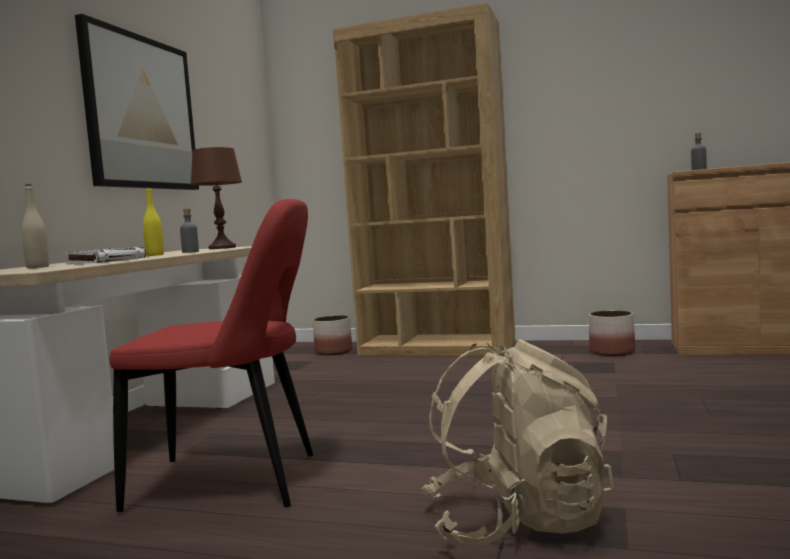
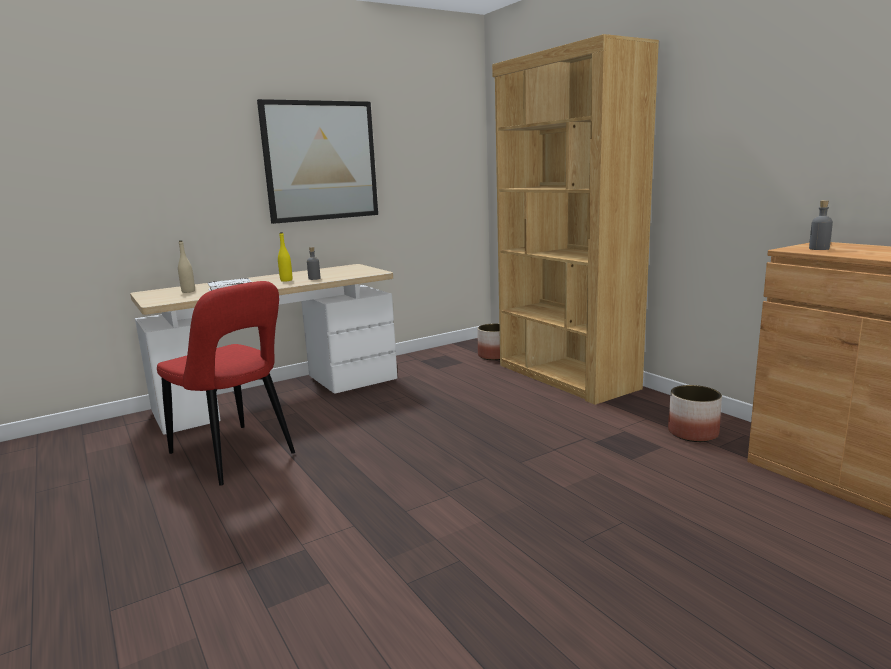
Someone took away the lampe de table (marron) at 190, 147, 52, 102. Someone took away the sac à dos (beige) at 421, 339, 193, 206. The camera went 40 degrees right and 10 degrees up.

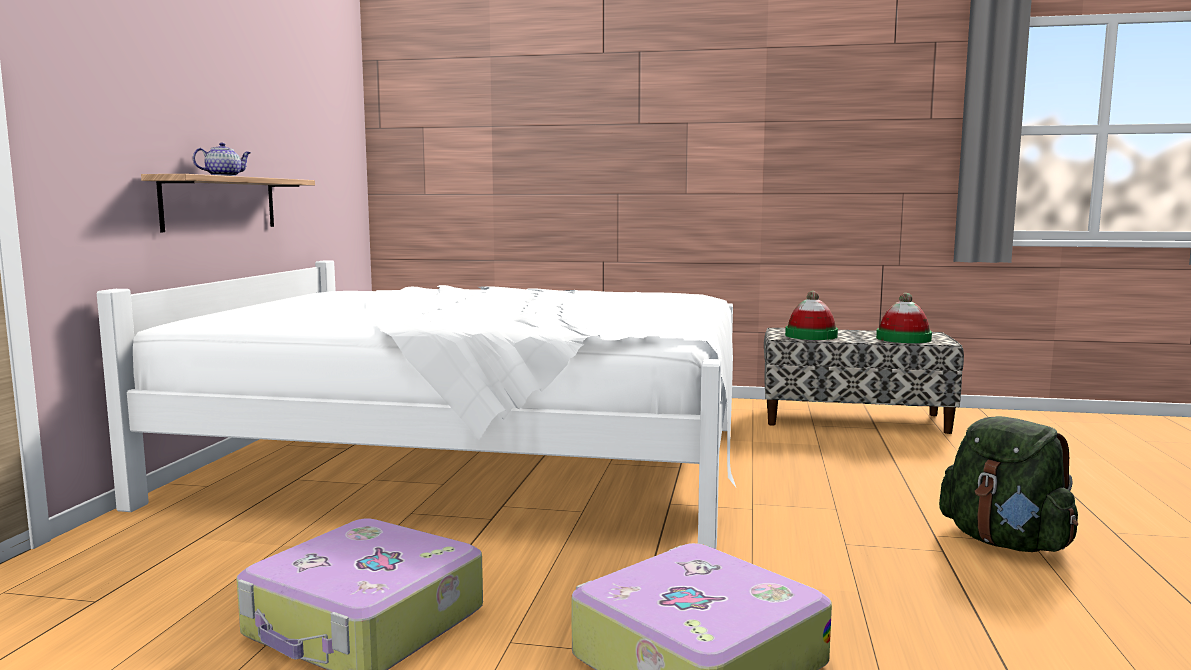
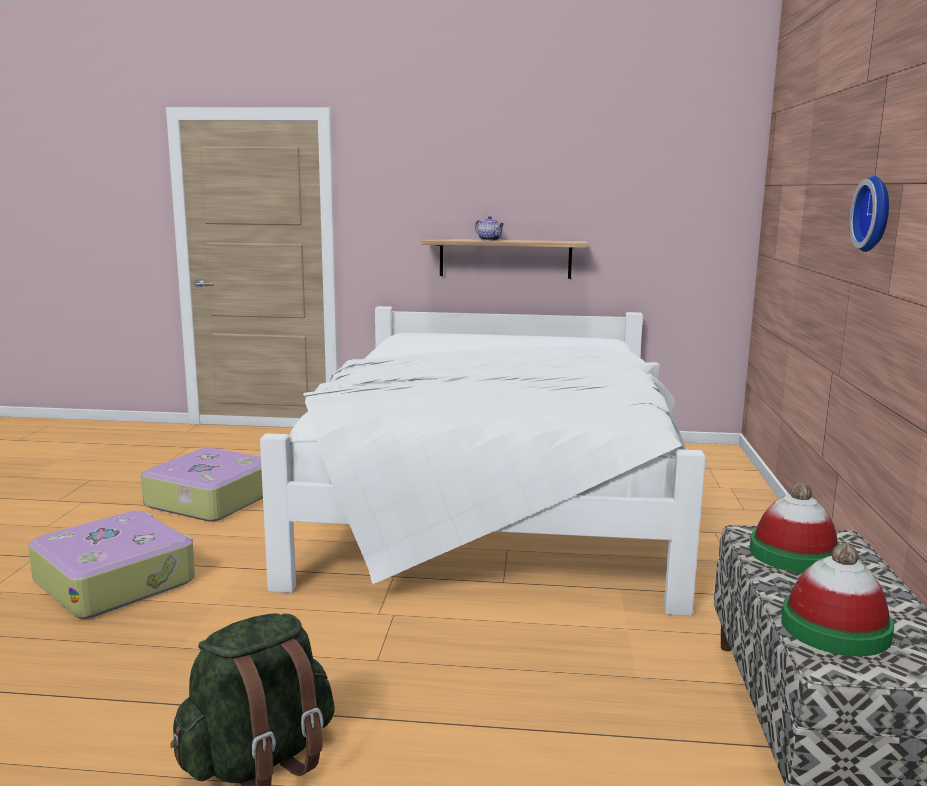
Someone put up the horloge murale at 849, 175, 40, 77. The camera went 85 degrees right and 5 degrees up.

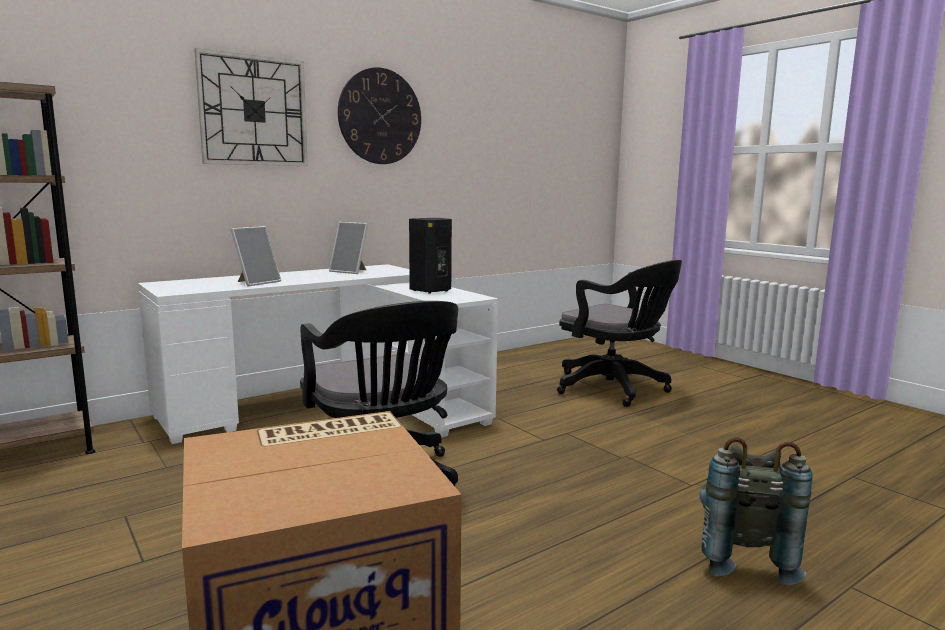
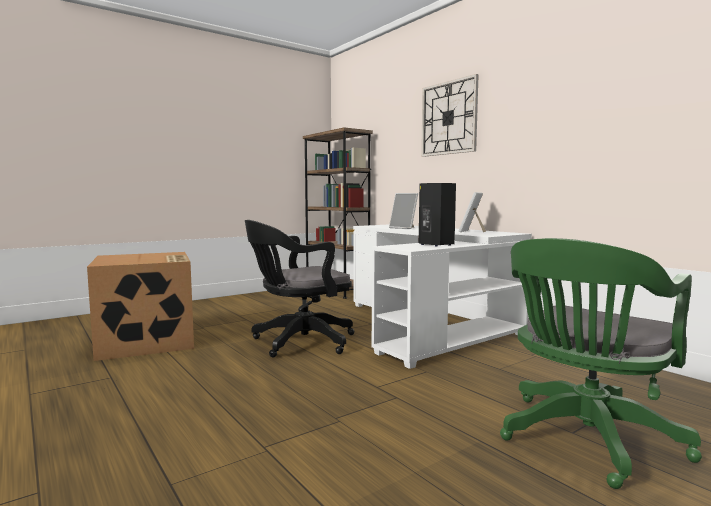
Someone repainted the chaise de bureau (noir) at 557, 260, 125, 147, which became the chaise de bureau (vert) at 500, 238, 202, 251. Someone took away the horloge murale at 338, 67, 83, 97. Someone took away the sac à dos (gris) at 700, 437, 112, 148. The camera went 90 degrees right and 5 degrees down.

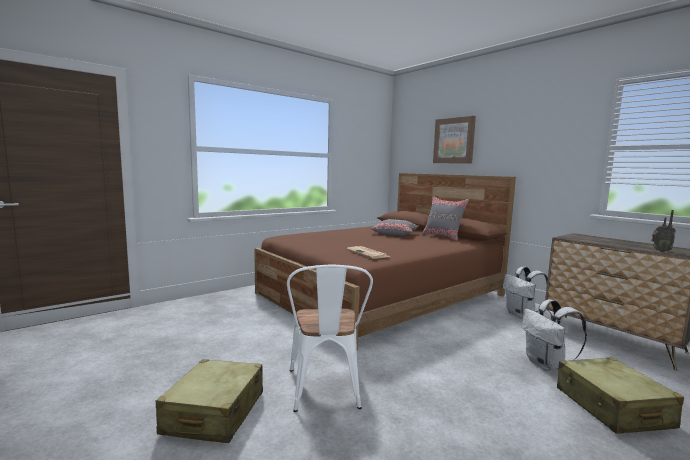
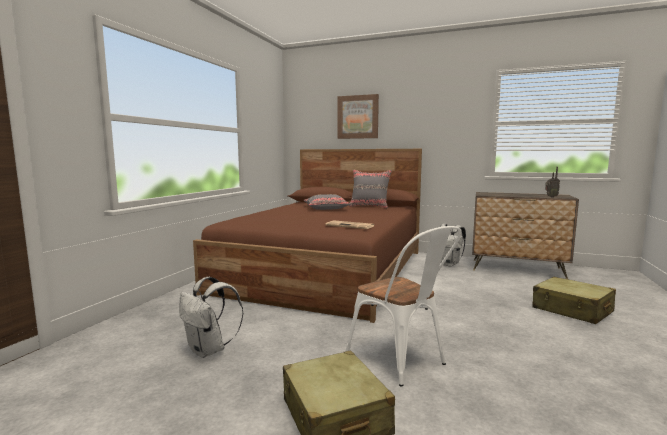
Someone carried the sac à dos (blanc) from 521, 299, 66, 72 to 179, 277, 64, 81. The camera went 30 degrees left and 0 degrees up.

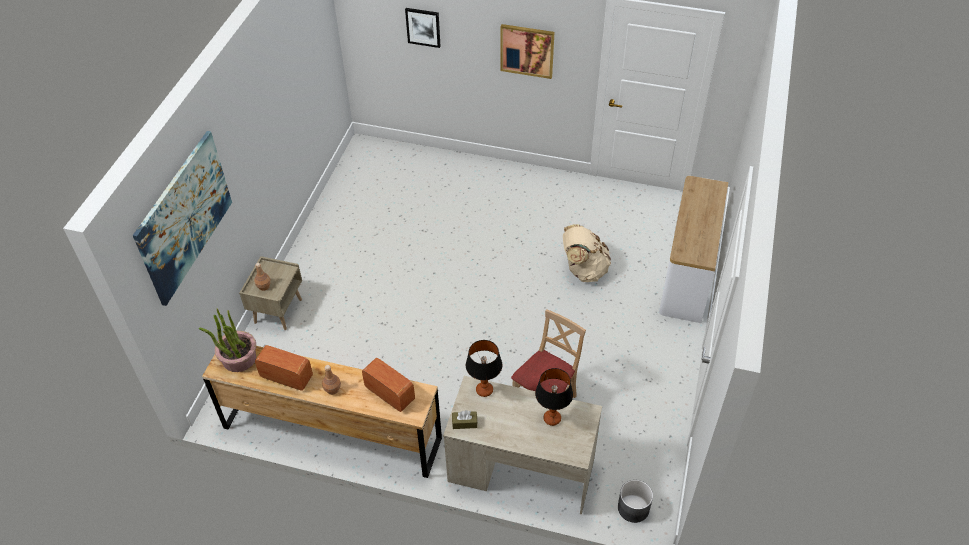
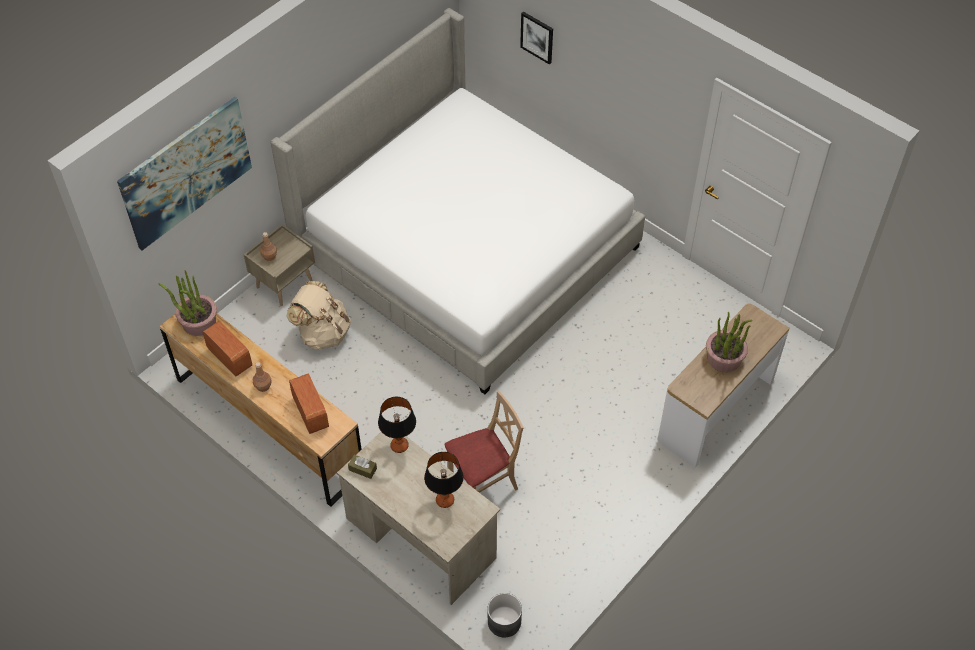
Someone put down the lit at 271, 8, 374, 386. Someone carried the sac à dos (beige) from 563, 224, 48, 58 to 287, 281, 64, 69. Someone put down the plante en pot at 706, 311, 46, 61. Someone took away the tableau at 500, 24, 54, 55. The camera went 25 degrees right and 5 degrees up.

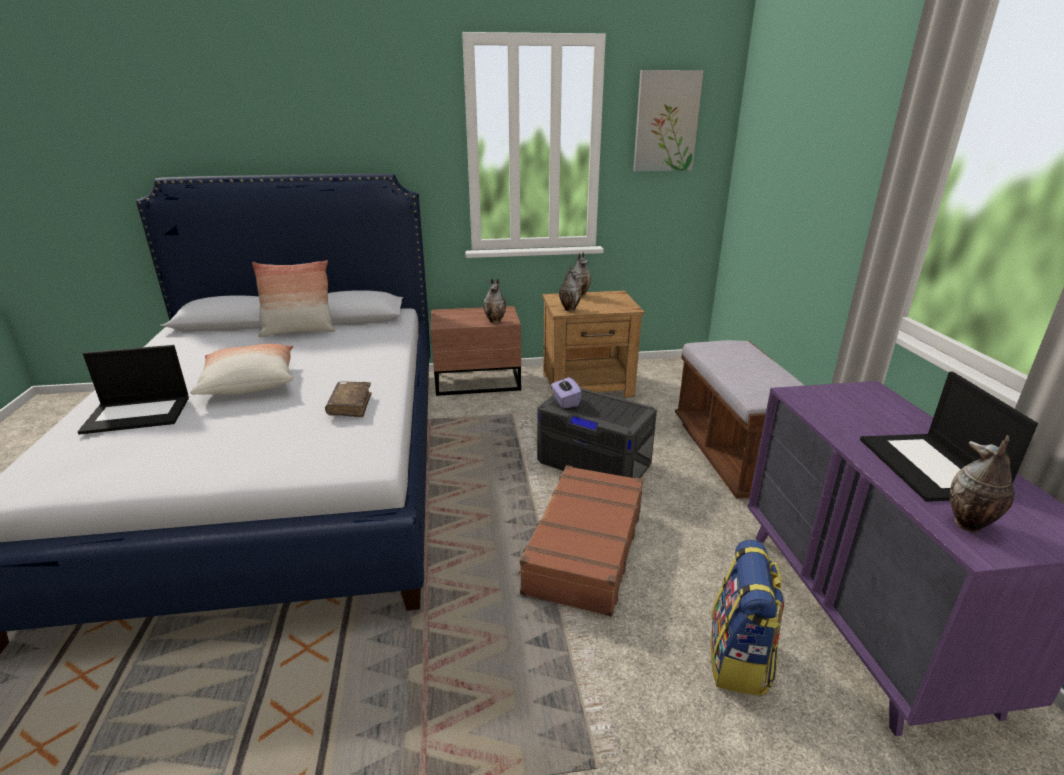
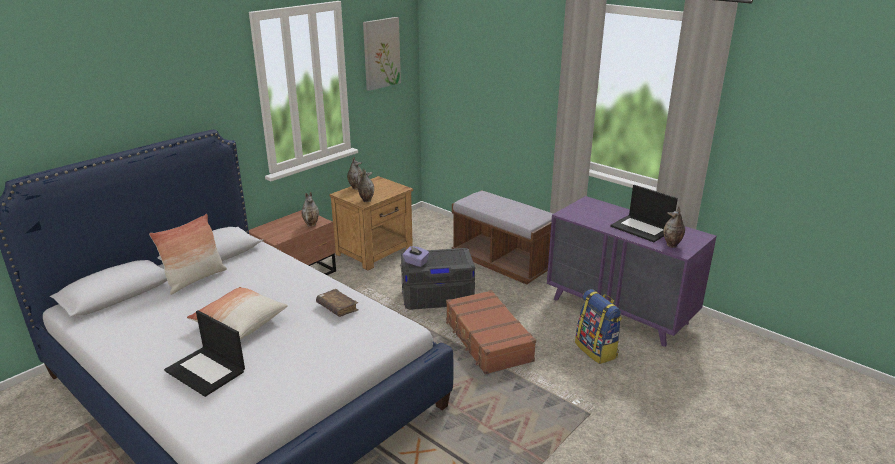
Someone rotated the ordinateur portable at 78, 345, 111, 89 by 90 degrees clockwise. The camera went 40 degrees left and 0 degrees up.

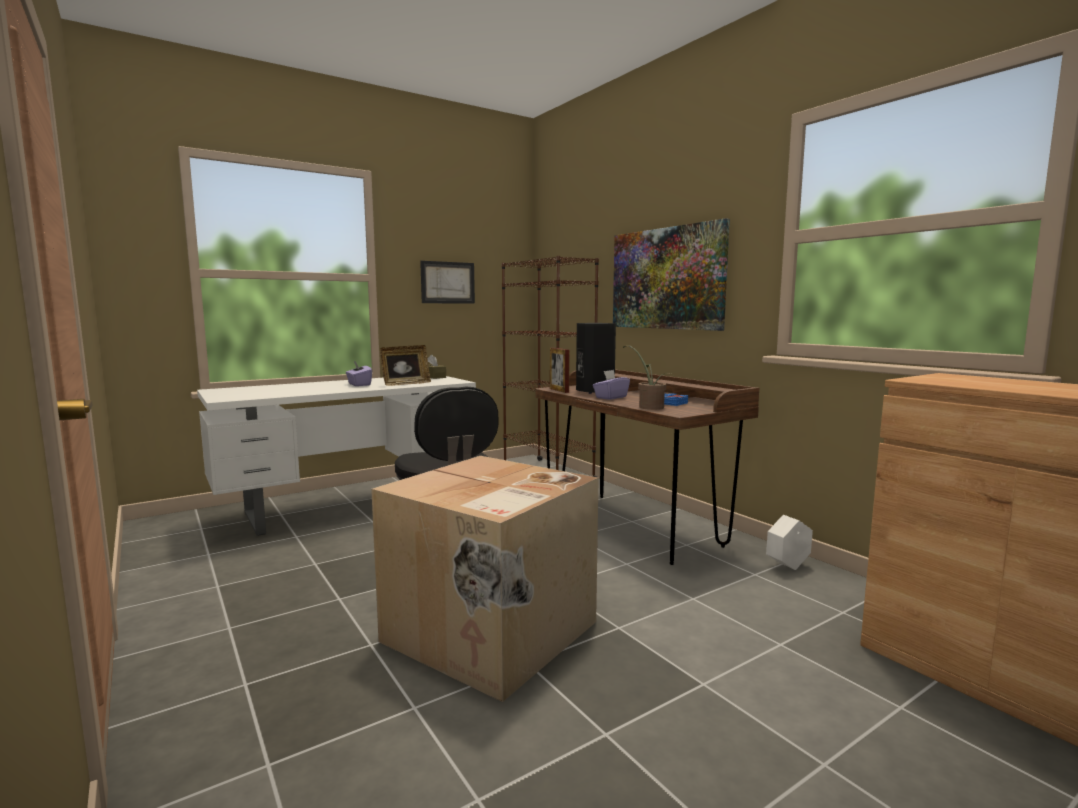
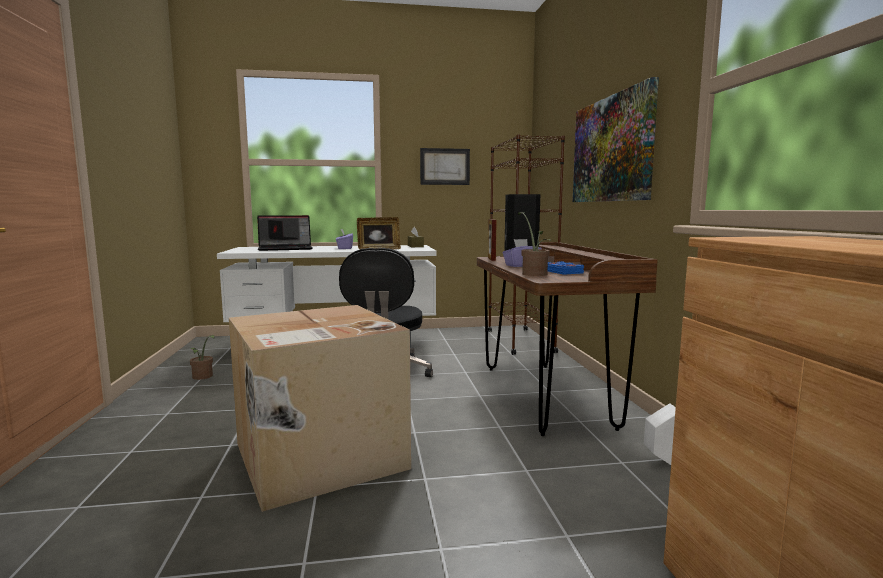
Someone put down the plante en pot at 189, 335, 26, 45. Someone put down the ordinateur portable at 257, 215, 55, 36. The camera went 25 degrees right and 0 degrees up.

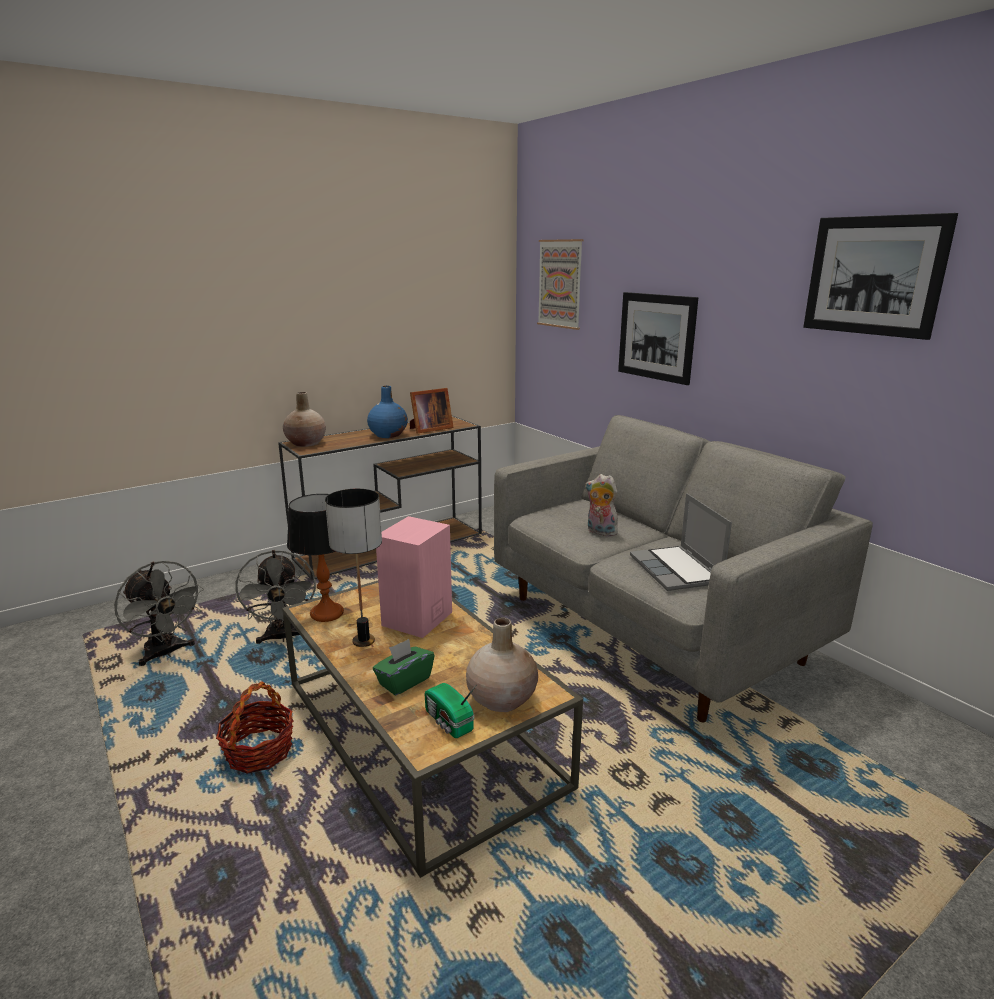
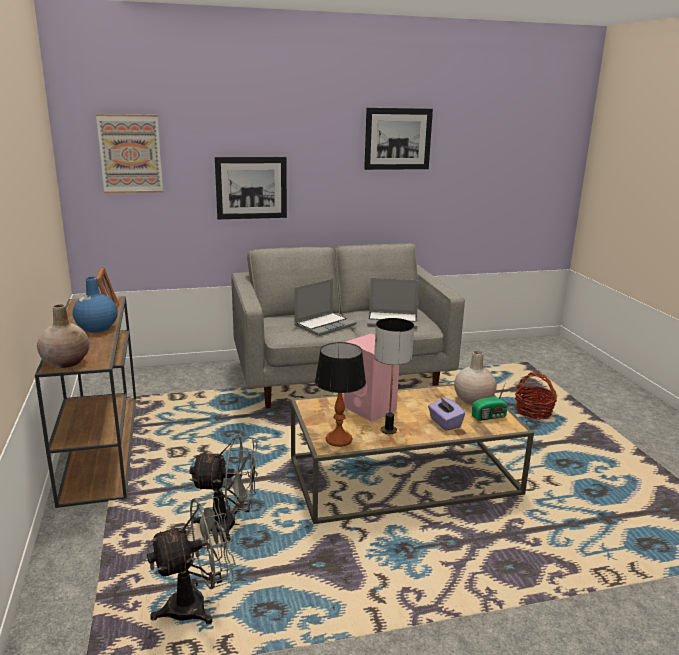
Someone swapped the peluche at 585, 474, 33, 62 for the ordinateur portable at 294, 279, 62, 57. Someone repainted the boîte à mouchoirs (vert) at 373, 639, 62, 57, which became the boîte à mouchoirs (violet) at 428, 396, 37, 35. Someone carried the panier from 216, 681, 78, 93 to 515, 372, 42, 48. The camera went 70 degrees left and 0 degrees up.

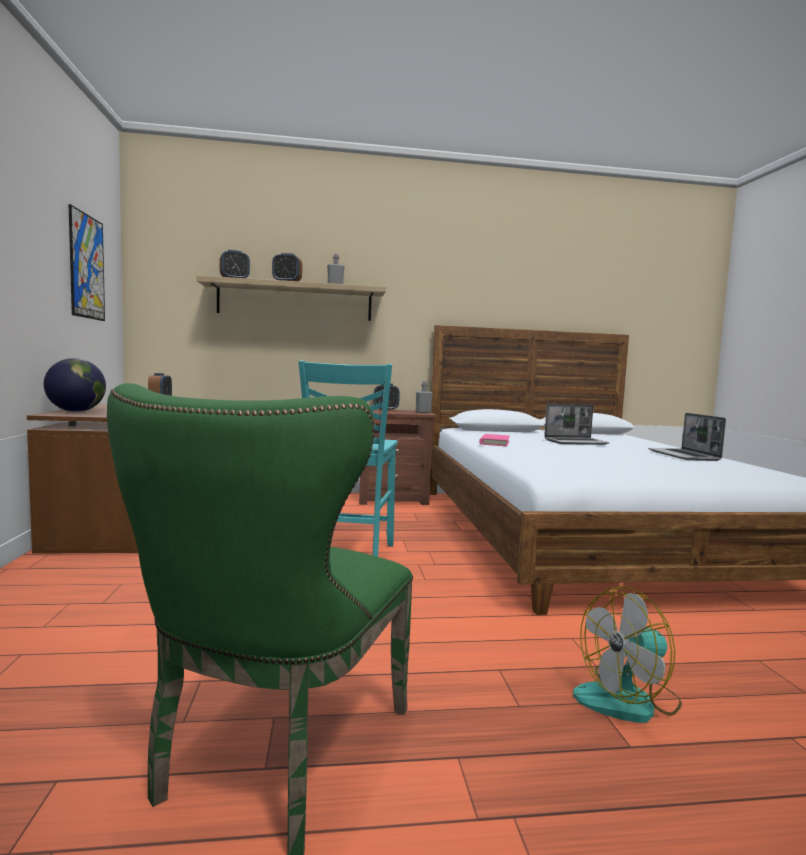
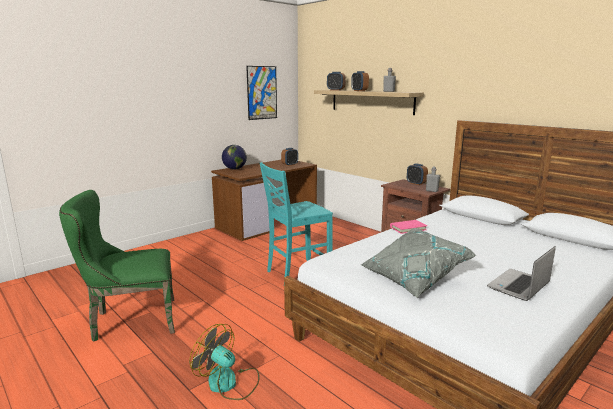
Someone put down the coussin (gris) at 361, 228, 115, 70. Someone took away the ordinateur portable at 544, 404, 65, 41. The camera went 55 degrees right and 10 degrees up.

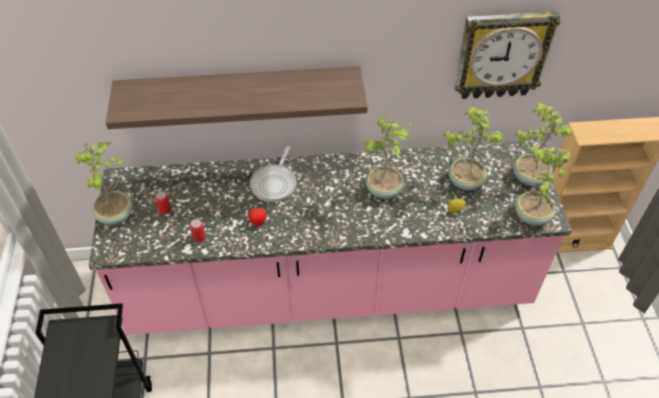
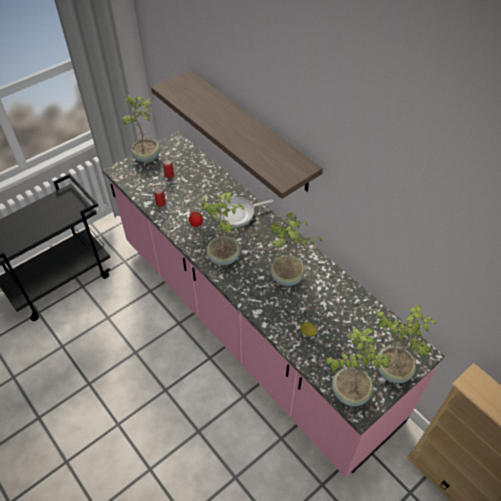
Someone carried the plante en pot from 443, 106, 60, 84 to 201, 192, 43, 74. Someone took away the horloge murale at 454, 11, 106, 88. The camera went 55 degrees right and 0 degrees up.

